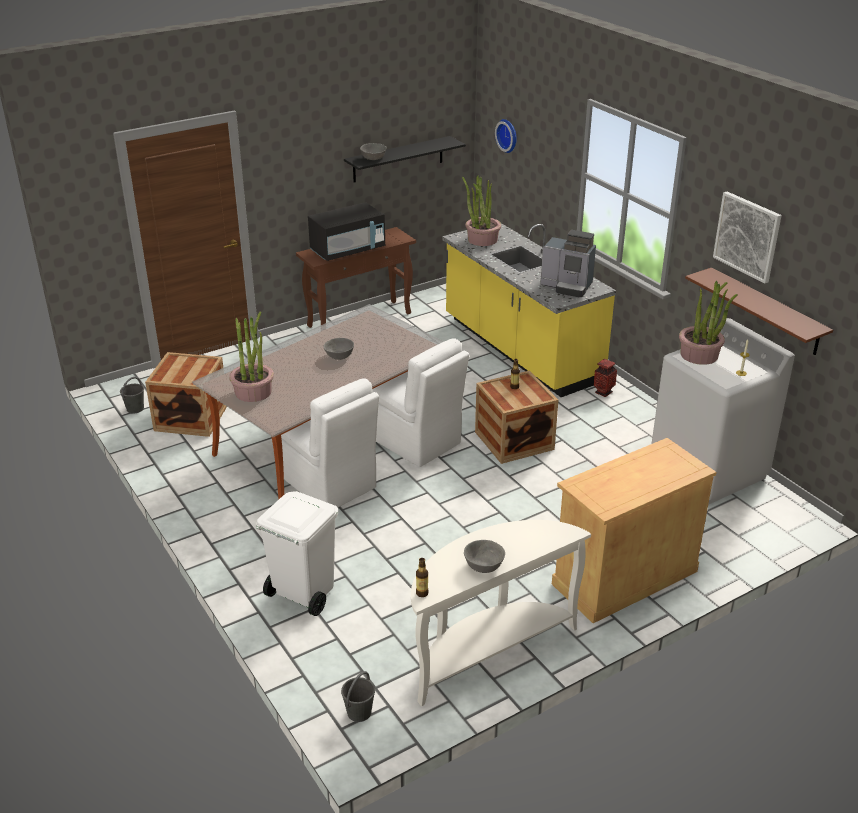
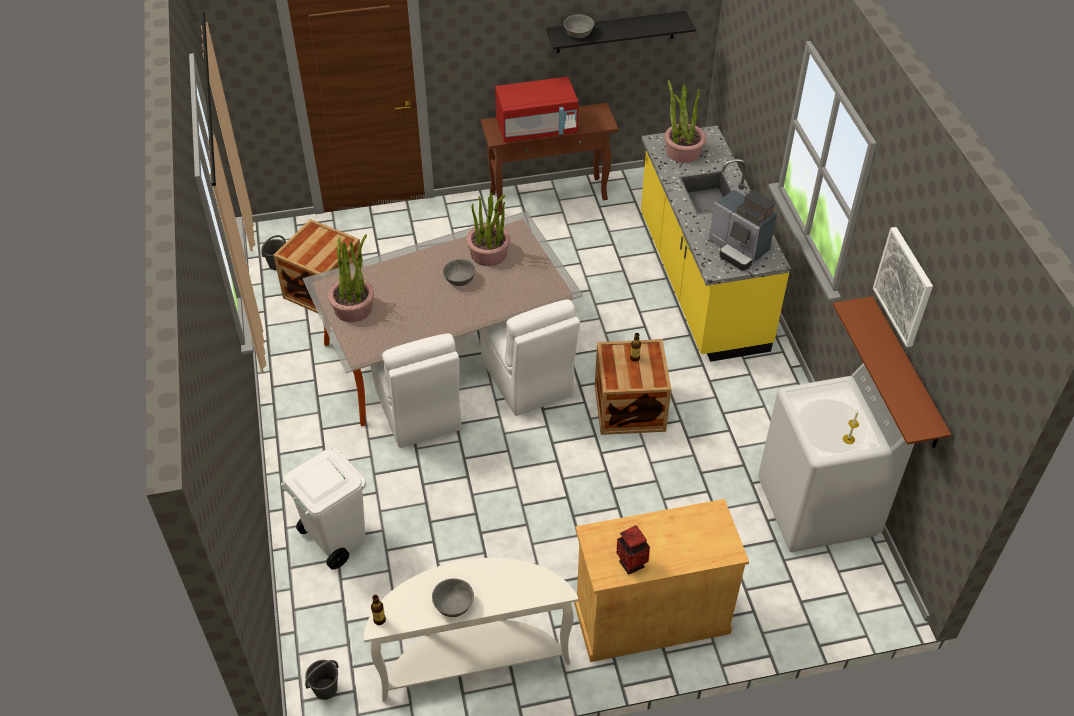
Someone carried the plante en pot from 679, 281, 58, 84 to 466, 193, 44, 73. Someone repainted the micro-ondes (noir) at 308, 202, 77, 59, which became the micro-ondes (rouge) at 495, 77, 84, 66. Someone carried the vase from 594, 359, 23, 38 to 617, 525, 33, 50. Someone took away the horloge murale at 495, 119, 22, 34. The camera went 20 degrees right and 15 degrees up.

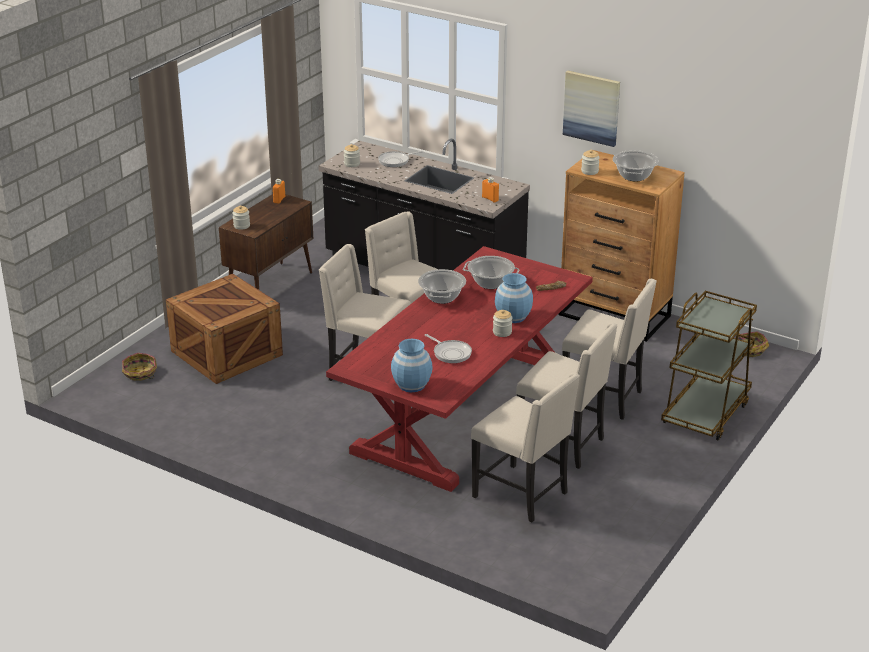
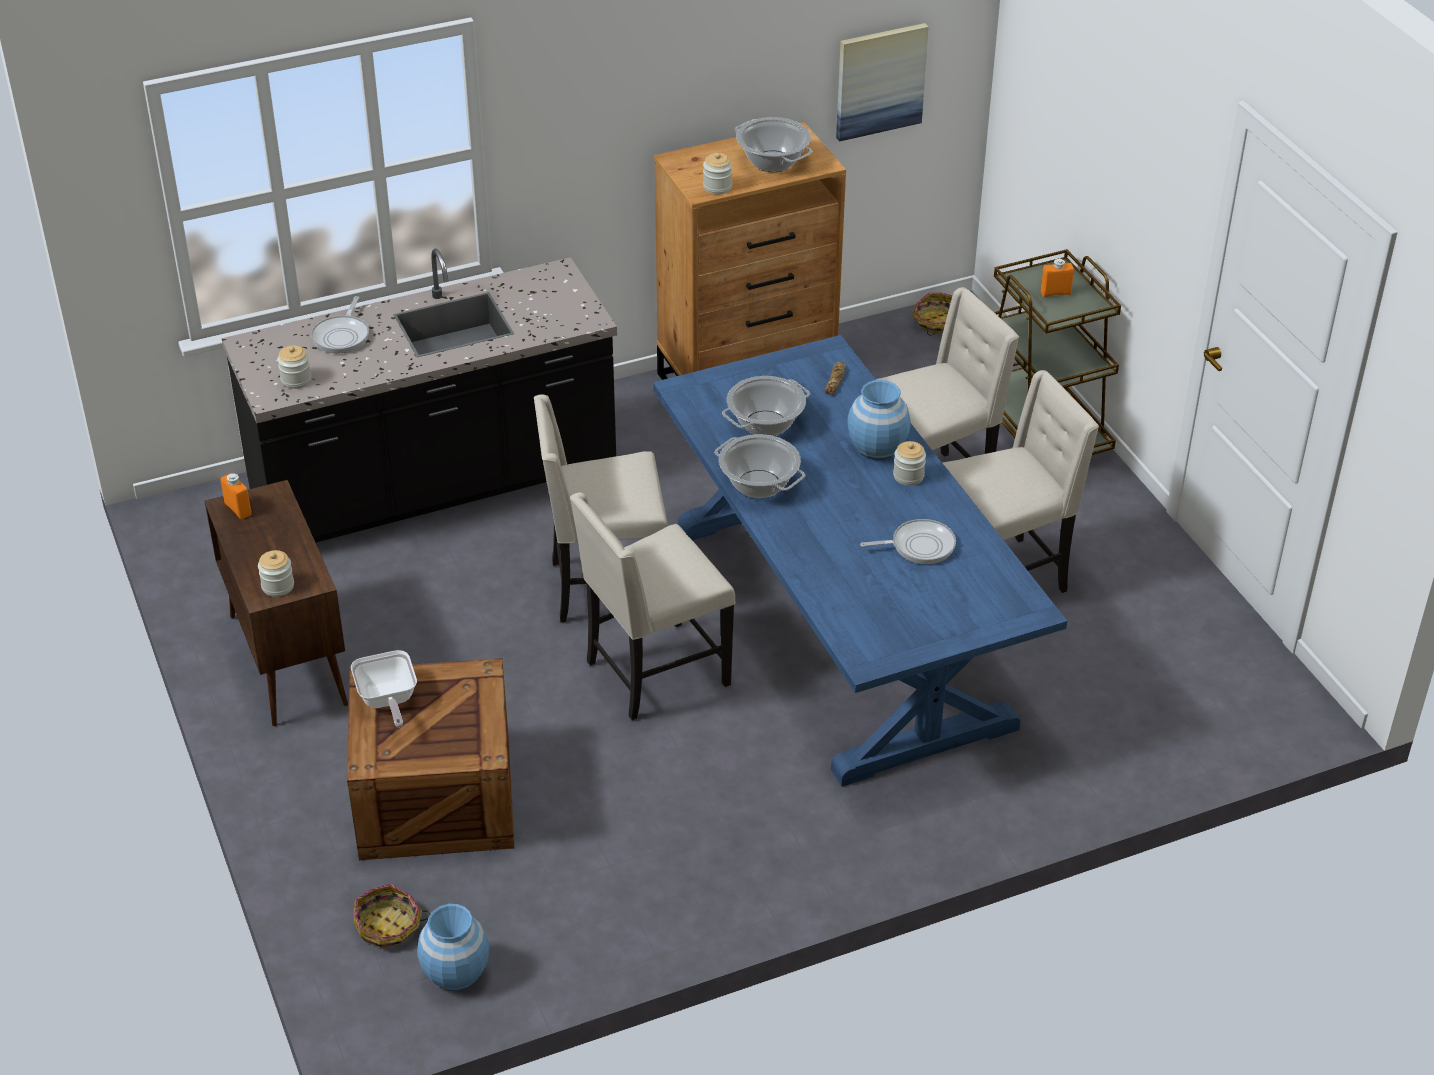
Someone put down the poêle at 351, 650, 66, 78. Someone carried the vase (bleu) from 391, 339, 42, 53 to 417, 904, 72, 87. Someone repainted the table à manger (rouge) at 326, 246, 267, 246, which became the table à manger (bleu) at 653, 335, 414, 452. Someone carried the tableau from 563, 71, 57, 76 to 836, 23, 93, 119. Someone carried the bouteille (orange) from 482, 177, 17, 26 to 1040, 258, 34, 39. Someone took away the chaise (beige) at 471, 372, 109, 150. The camera went 55 degrees left and 10 degrees up.

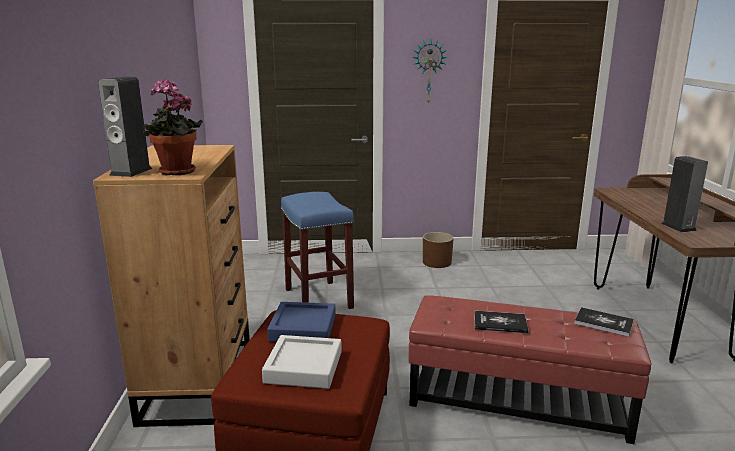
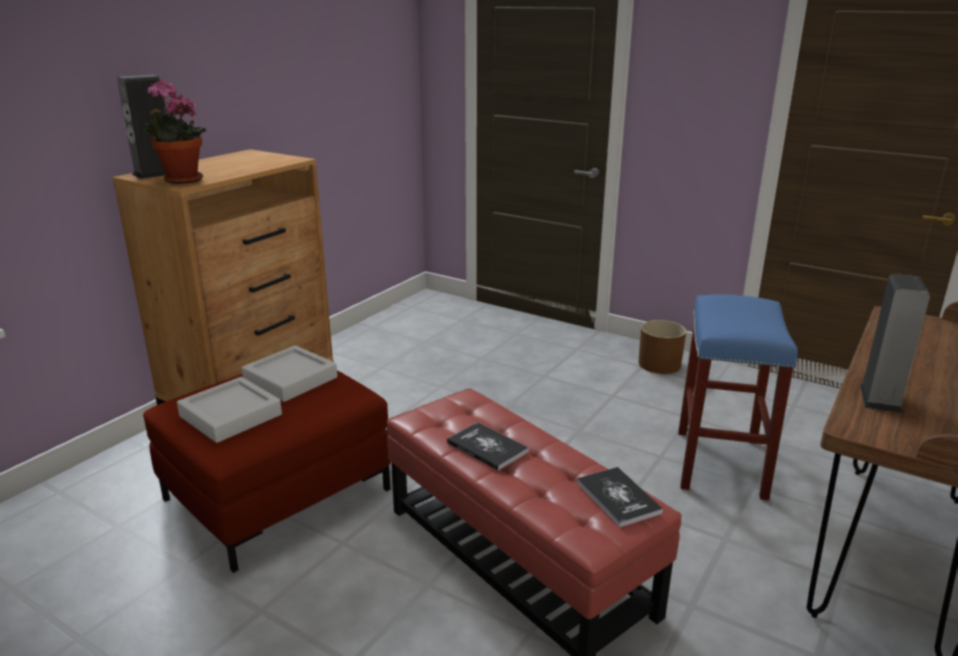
Someone repainted the plateau (bleu) at 267, 302, 69, 40, which became the plateau (gris) at 242, 345, 95, 57. Someone carried the tabouret (bleu) from 281, 192, 73, 117 to 678, 294, 120, 206. Someone took away the horloge murale at 412, 39, 35, 65. The camera went 35 degrees right and 5 degrees up.

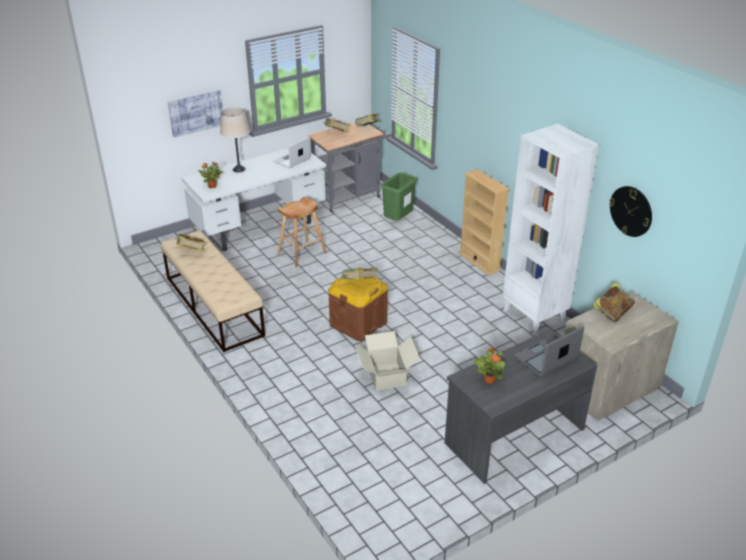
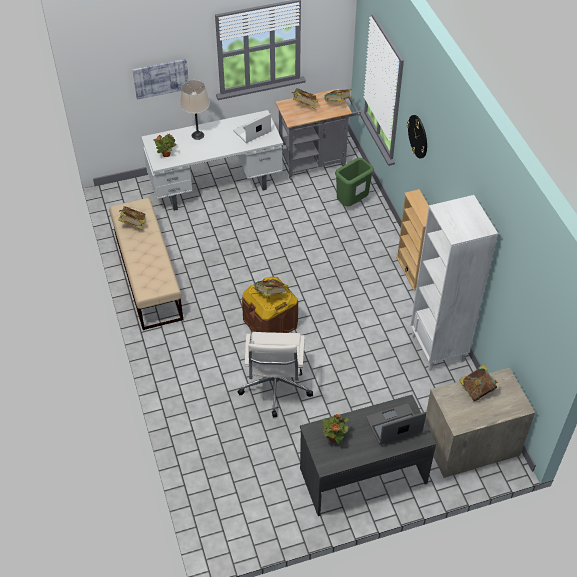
Someone swapped the carton at 355, 331, 65, 59 for the chaise de bureau (blanc) at 237, 332, 76, 86. Someone carried the horloge murale from 609, 186, 43, 51 to 407, 115, 20, 44. Someone took away the tabouret (marron) at 277, 197, 50, 70. The camera went 15 degrees right and 15 degrees up.

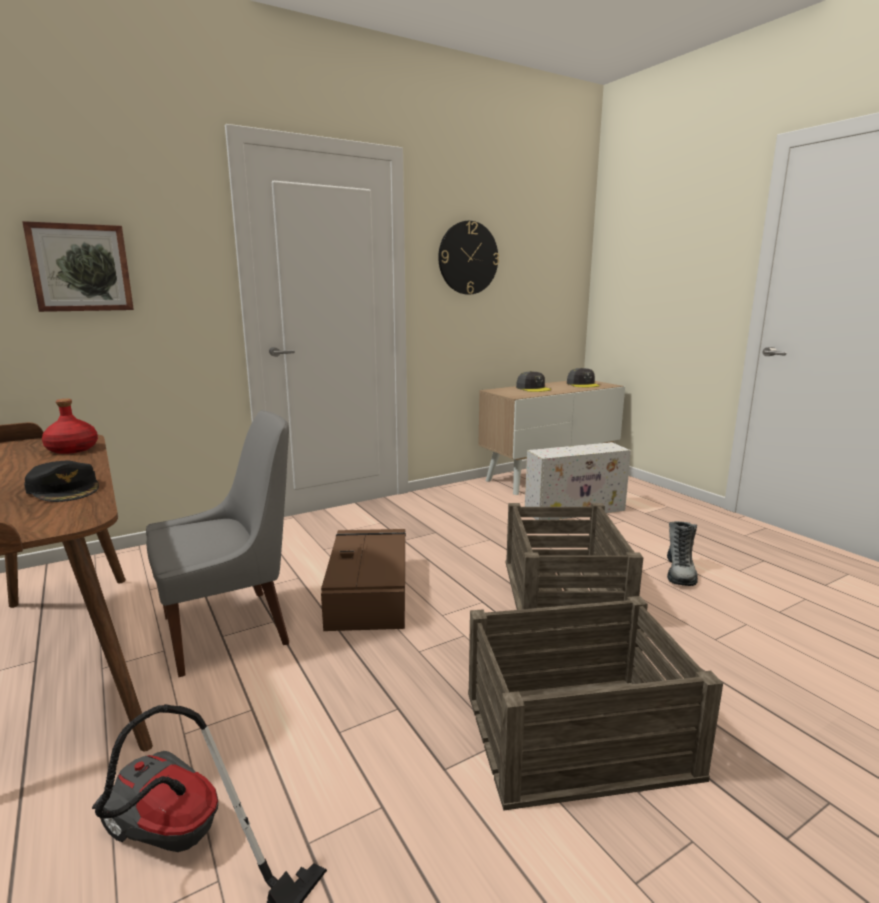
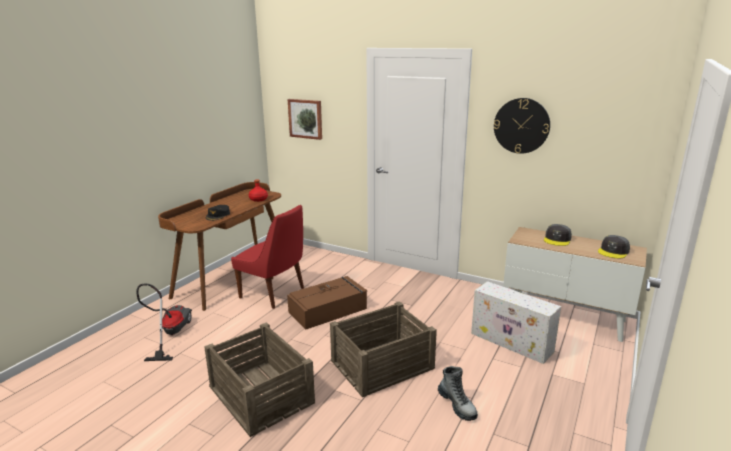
Someone repainted the chaise (gris) at 146, 410, 143, 267, which became the chaise (rouge) at 231, 205, 73, 104. Someone rotated the botte at 667, 521, 31, 65 by 105 degrees counterclockwise. The camera went 60 degrees right and 5 degrees up.

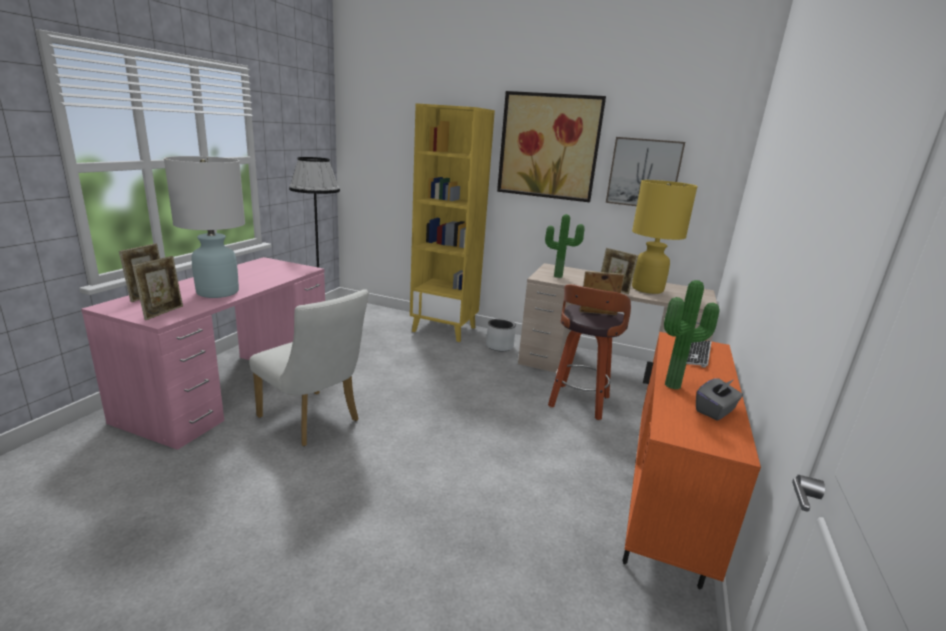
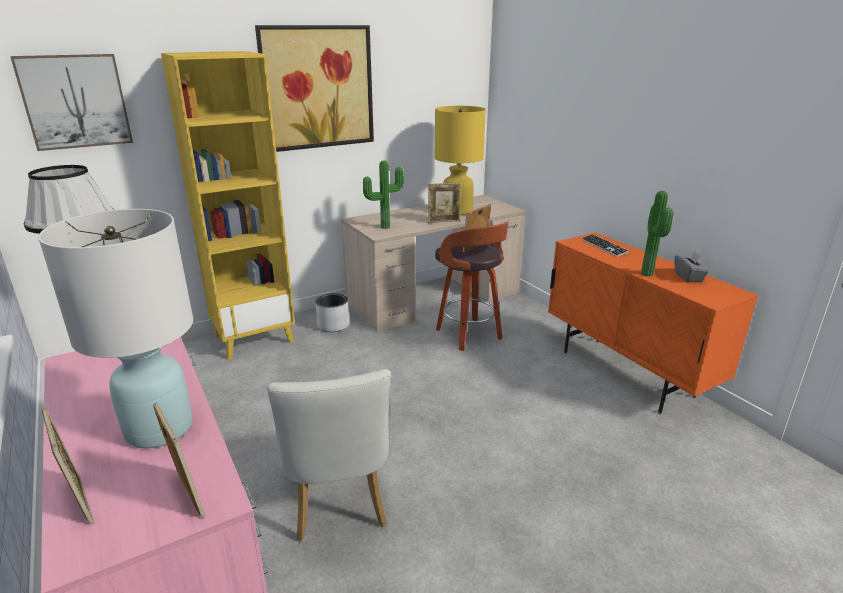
Someone carried the tableau from 606, 137, 79, 69 to 10, 54, 123, 97. Someone rotated the chaise (blanc) at 249, 289, 120, 157 by 90 degrees clockwise. The camera went 50 degrees left and 5 degrees up.

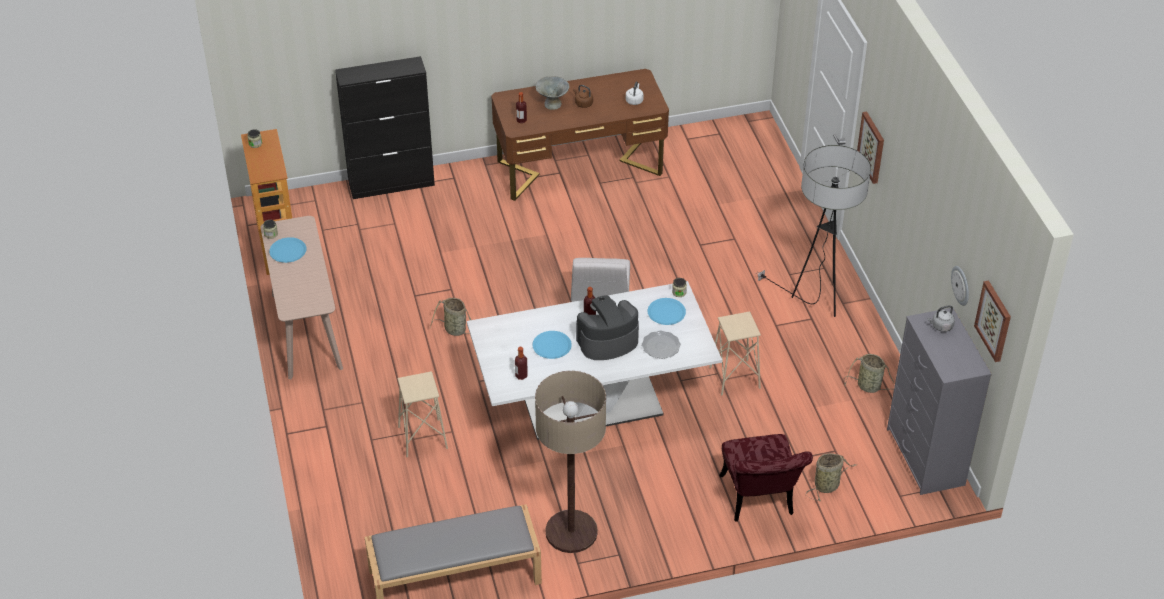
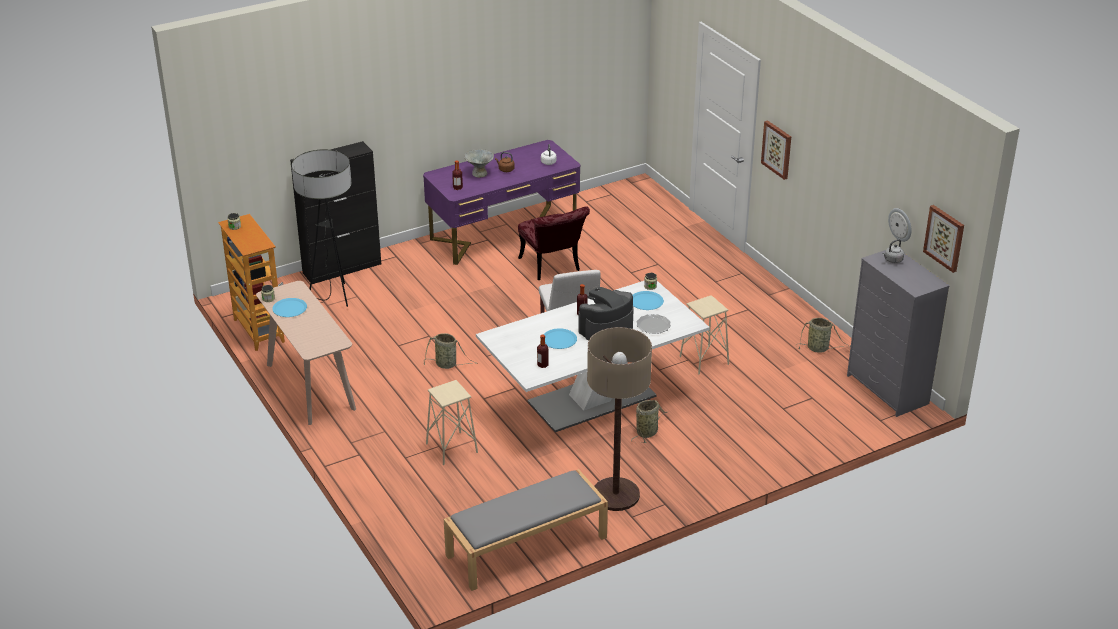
Someone carried the lampadaire from 756, 145, 115, 172 to 278, 149, 73, 158. Someone repainted the bureau (marron) at 491, 69, 178, 132, which became the bureau (violet) at 423, 140, 157, 125. Someone carried the chaise (rouge) from 719, 434, 94, 88 to 518, 207, 72, 73. Someone carried the panier from 806, 453, 51, 48 to 631, 400, 37, 43. The camera went 15 degrees left and 10 degrees down.

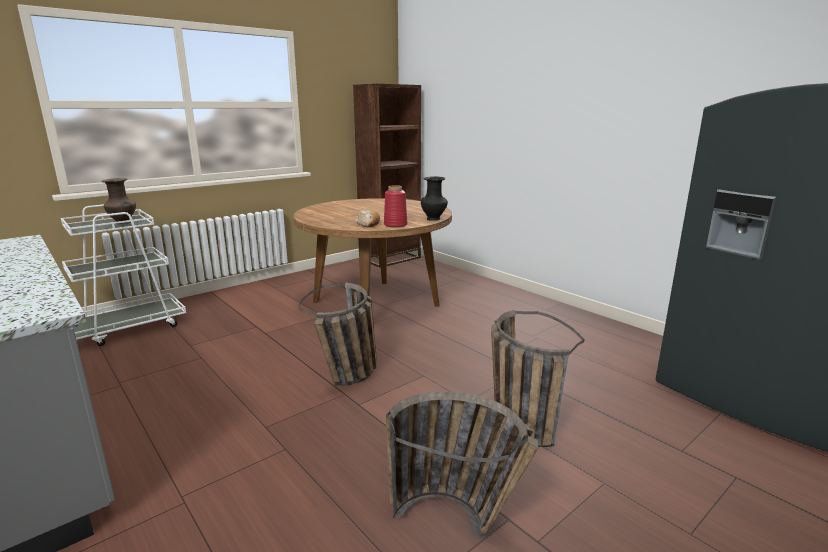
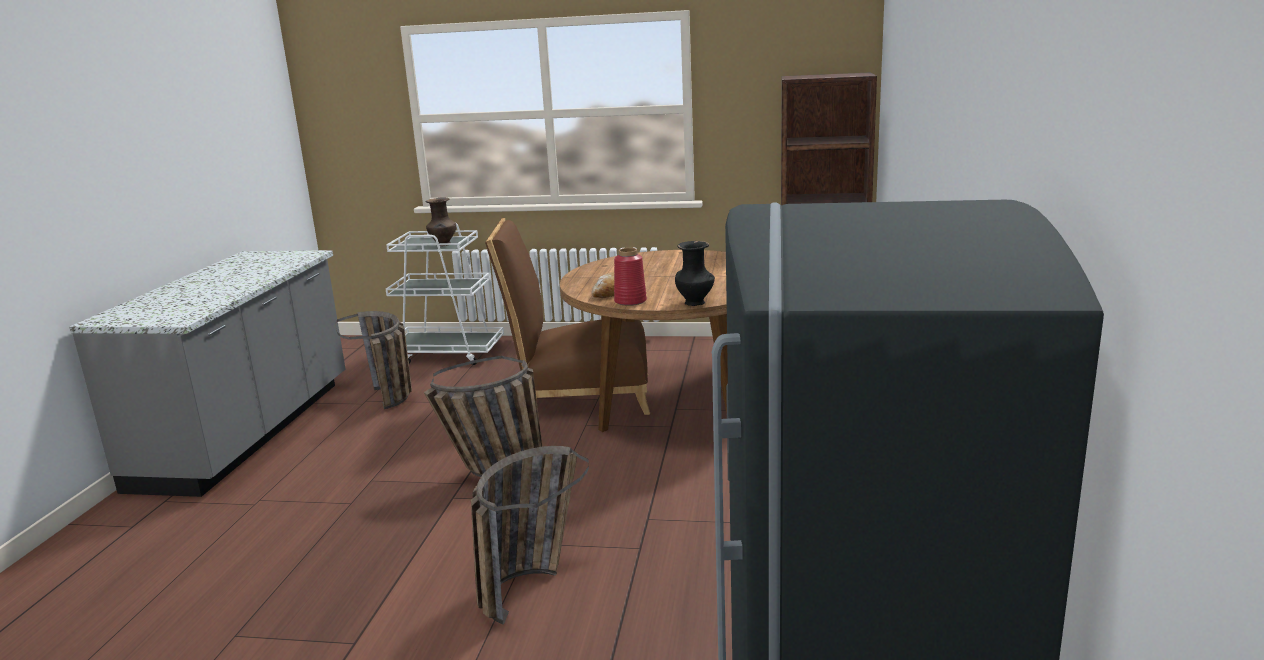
Someone carried the panier from 386, 391, 152, 148 to 336, 311, 76, 98. Someone put down the chaise (marron) at 485, 218, 165, 197. The camera went 50 degrees right and 0 degrees up.

